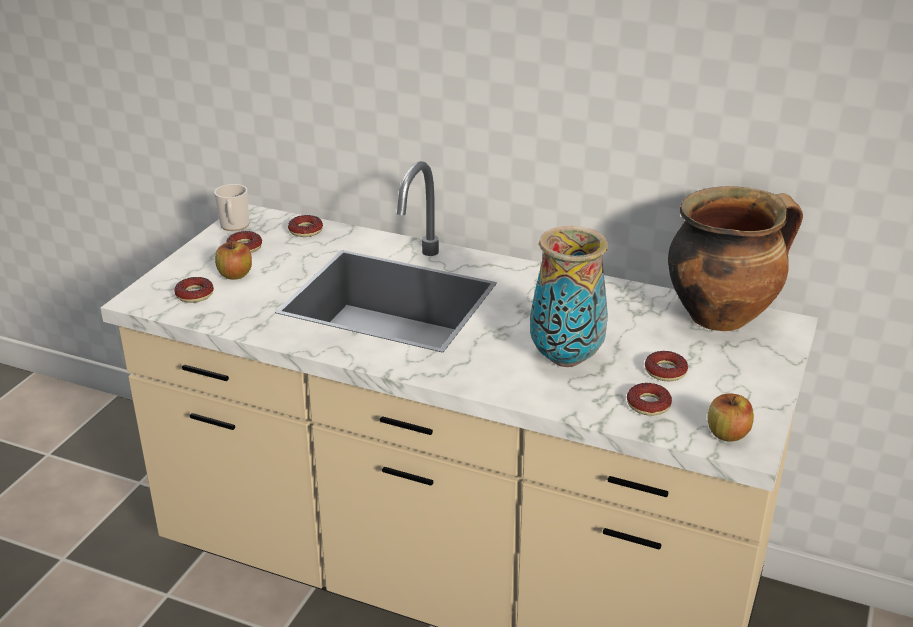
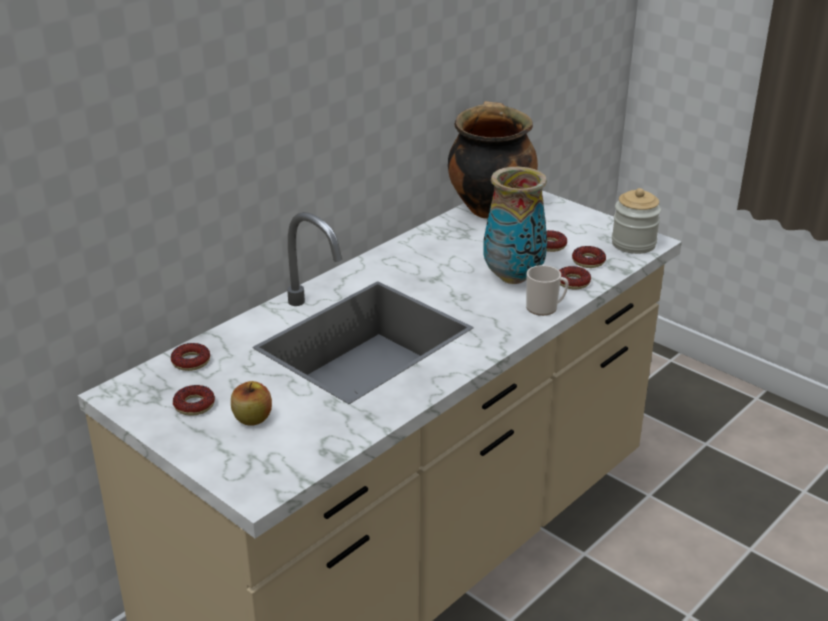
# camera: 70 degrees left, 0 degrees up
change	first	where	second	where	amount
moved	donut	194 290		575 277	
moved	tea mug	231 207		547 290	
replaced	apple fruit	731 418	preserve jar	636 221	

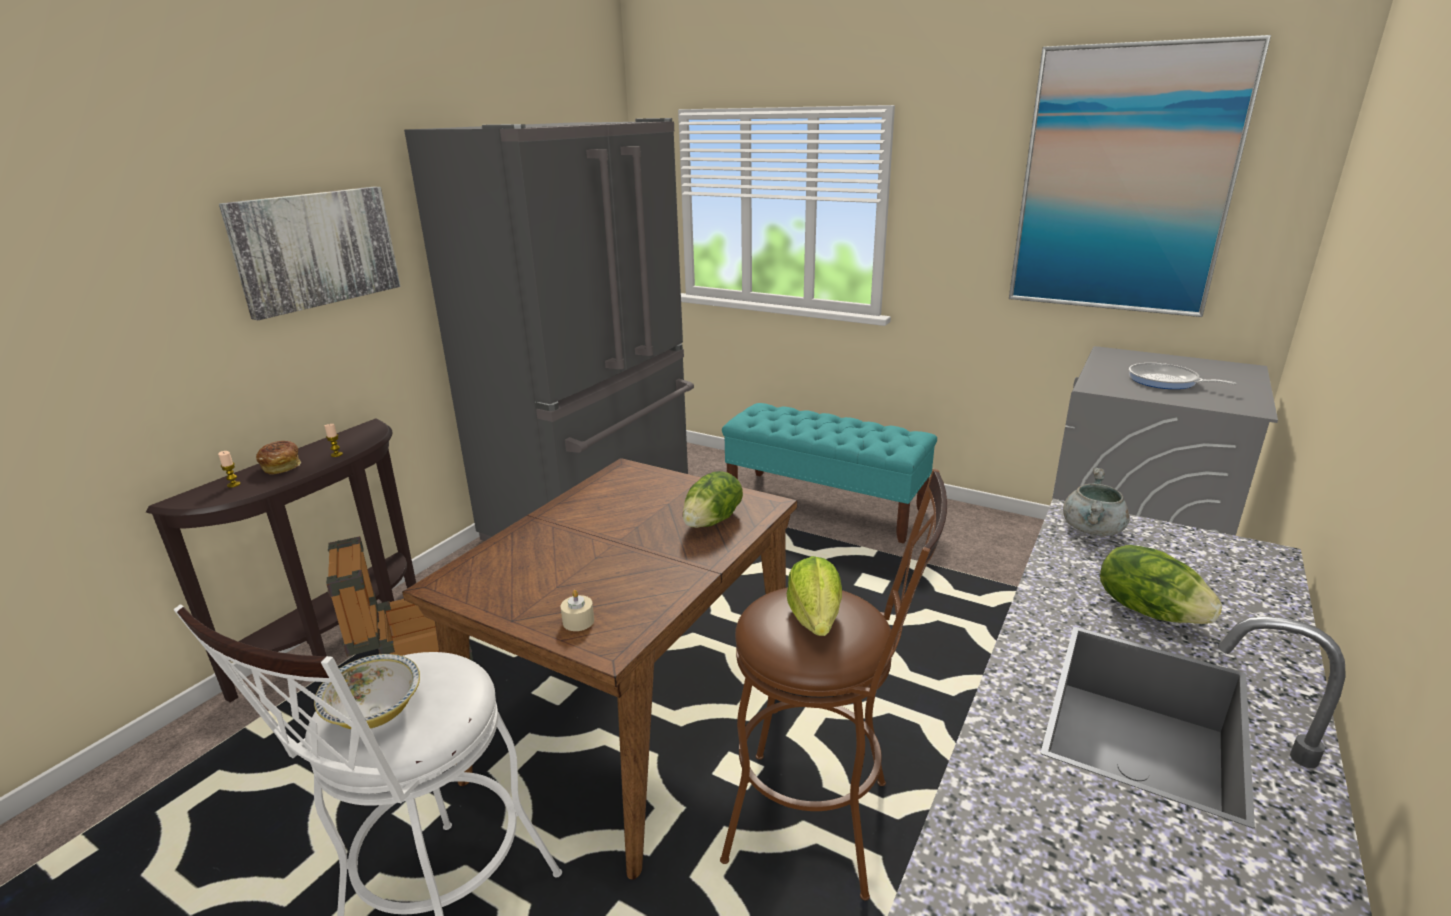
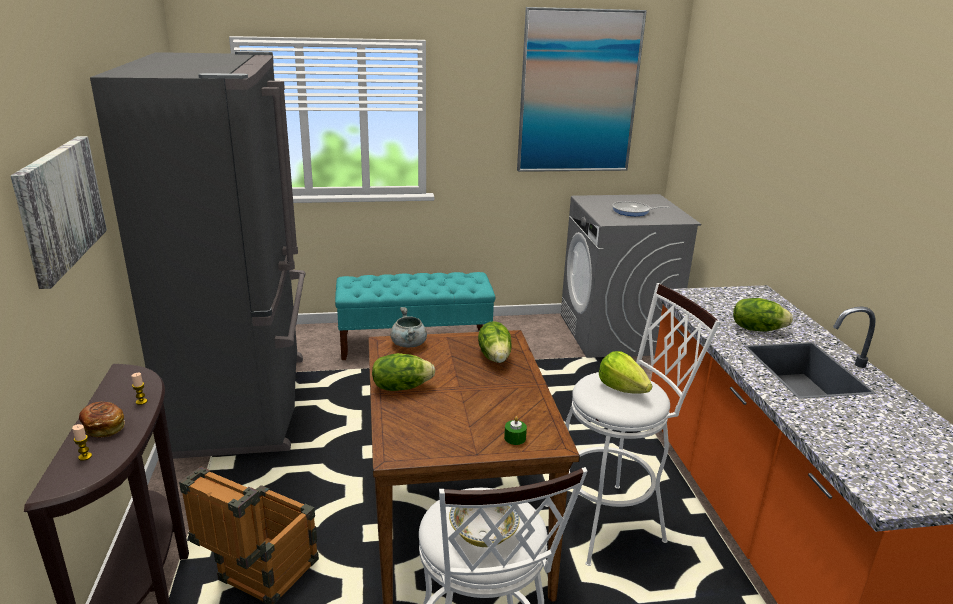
# camera: 40 degrees left, 0 degrees up
change	first	where	second	where	amount
recoloured	candle (beige-coloured)	577 610	candle (greenish)	515 430	
recoloured	stool (brown-coloured)	833 685	stool (whitish)	632 424	
moved	stockpot (gray)	1096 501		408 327	
added			head of lettuce	403 372	

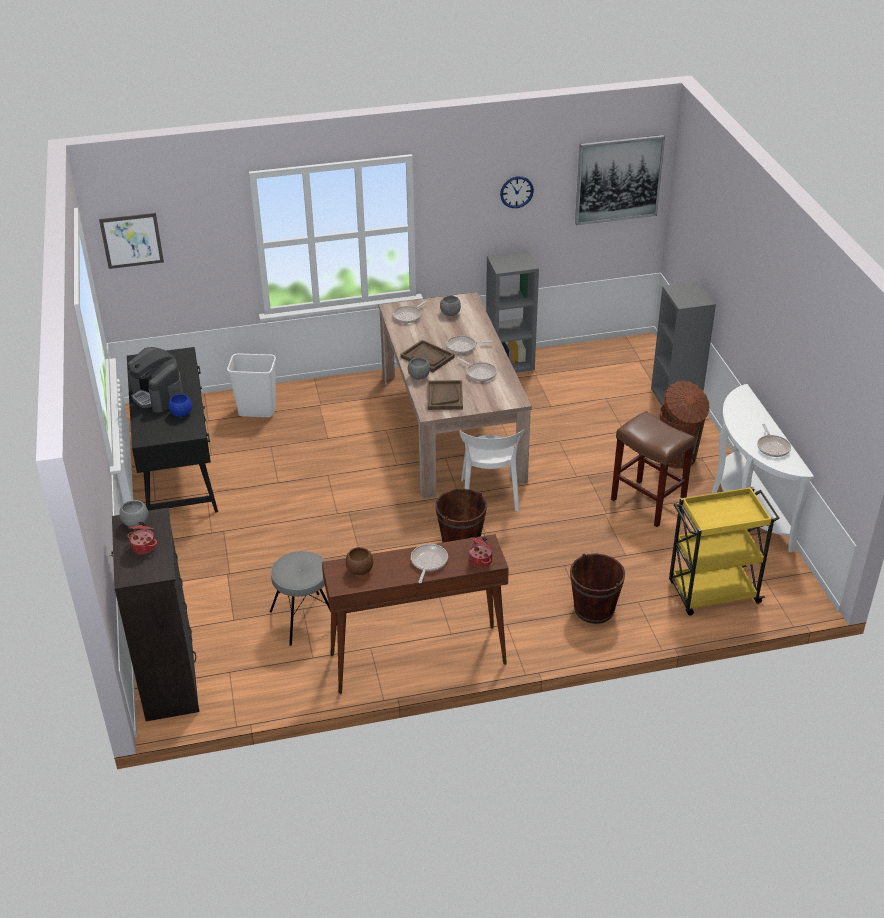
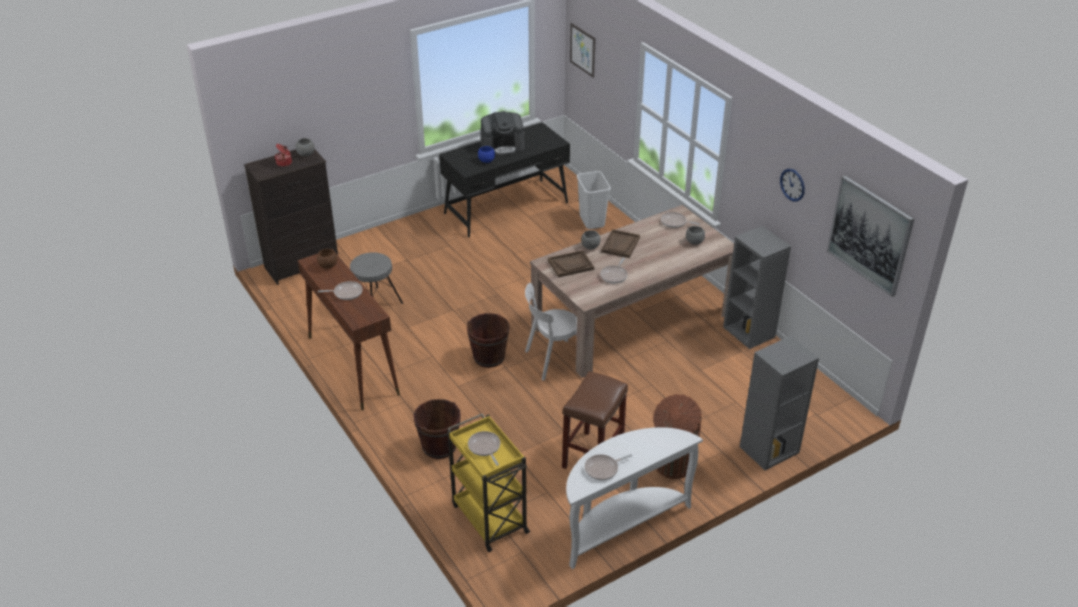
# camera: 70 degrees right, 0 degrees up
change	first	where	second	where	amount
turned	coffee maker	155 380		502 133	135 degrees counterclockwise
moved	frying pan	469 345		484 448	
removed	stockpot	481 552			

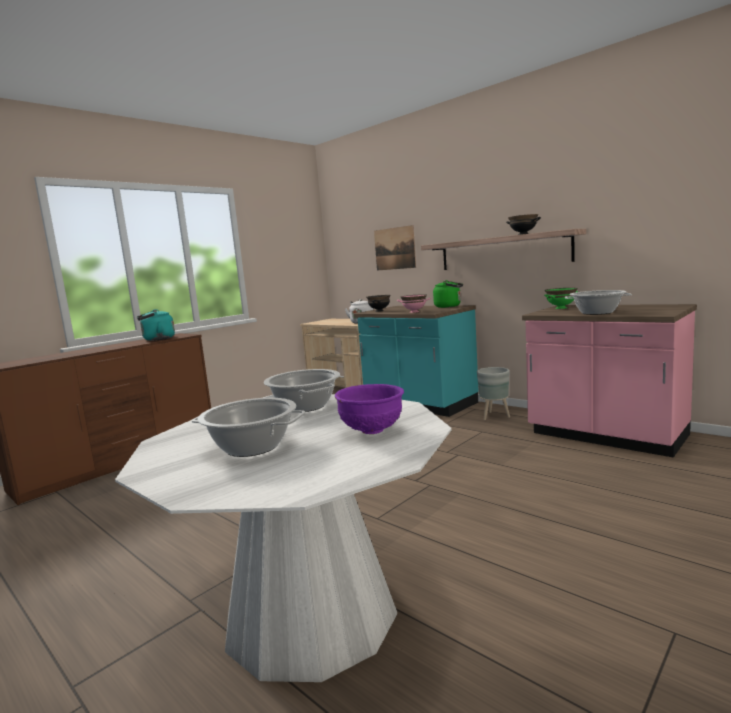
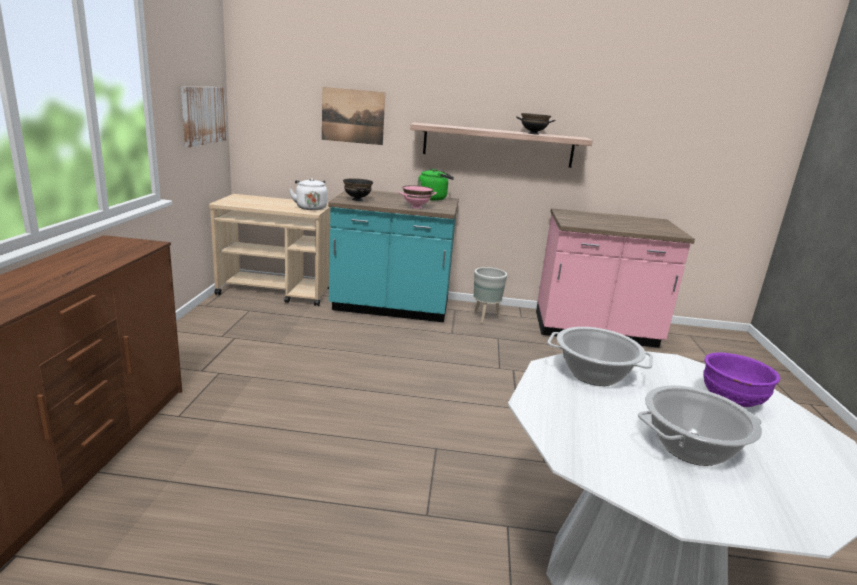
# camera: 40 degrees left, 10 degrees up
change	first	where	second	where	amount
removed	tea kettle (turquoise-coloured)	156 325			
removed	deep dish (greenish)	561 298			
removed	stockpot	598 302			
added			picture	204 117	

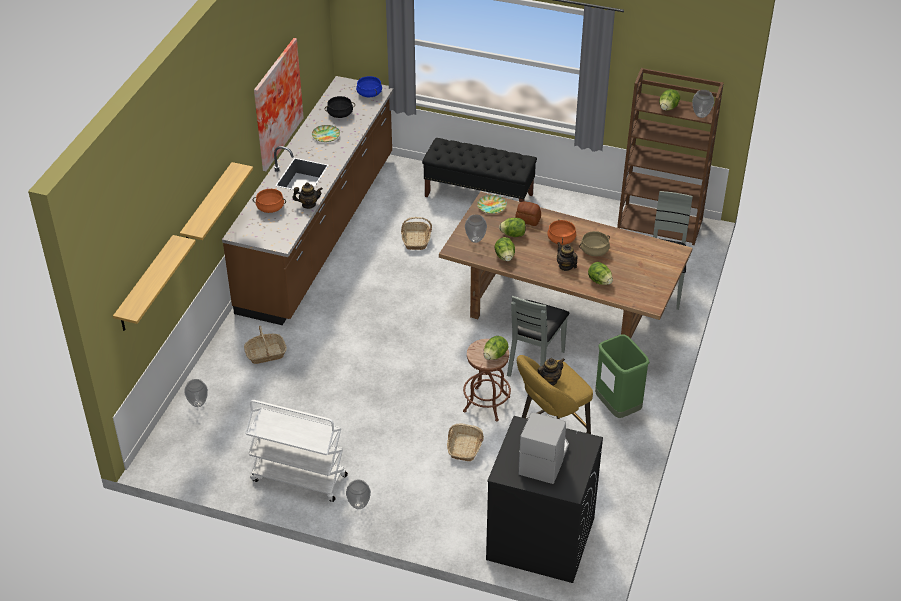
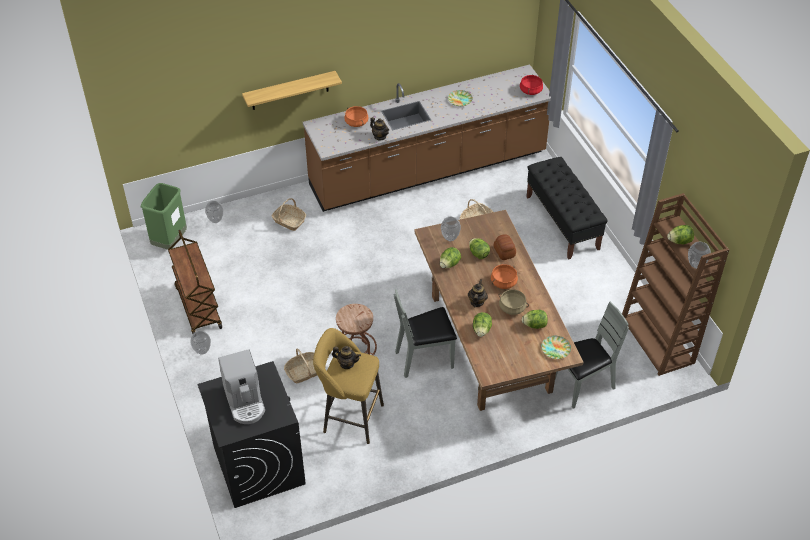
# camera: 50 degrees right, 5 degrees up
change	first	where	second	where	amount
removed	bracket shelf	154 283			
recoloured	cart (whitish)	296 451	cart (brown-coloured)	195 282	
removed	picture	279 104			
removed	stockpot (black)	340 107			
recoloured	stockpot (blue-coloured)	369 86	stockpot (red-coloured)	531 84	
moved	plate	492 204		556 347	
moved	head of lettuce	496 348		535 319	
turned	coffee maker	543 448		241 386	90 degrees clockwise
moved	trash can (greenish)	622 376		164 216	

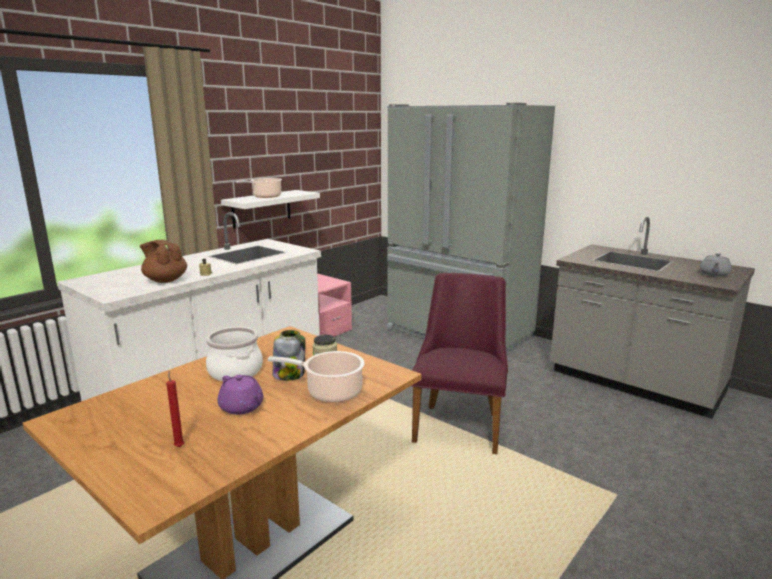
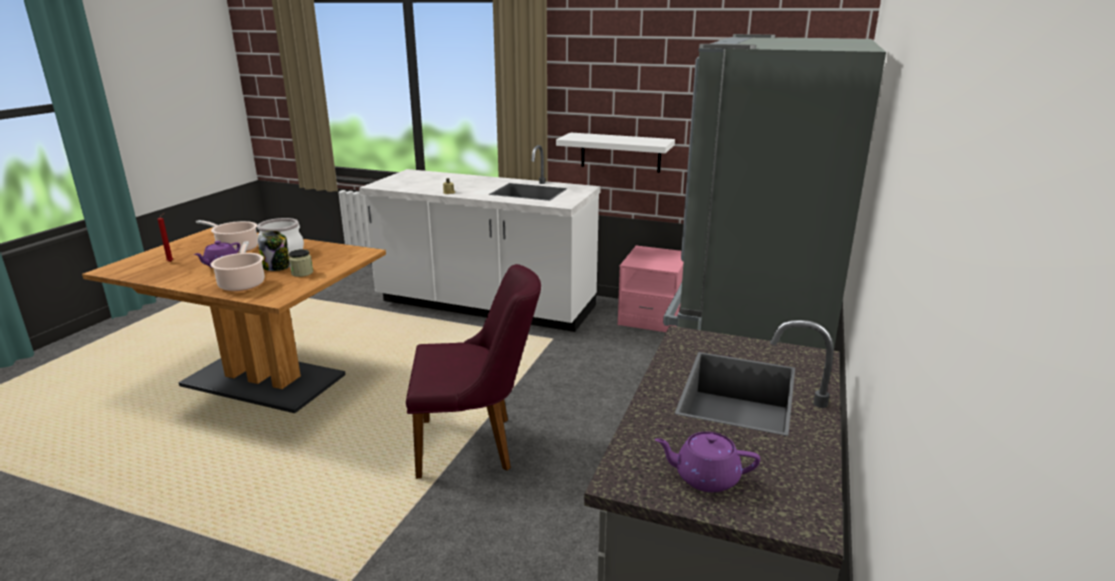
# camera: 70 degrees right, 5 degrees up
change	first	where	second	where	amount
removed	tea pot (brown-coloured)	163 261			
moved	stockpot	259 188		227 236	
recoloured	tea pot (gray)	716 265	tea pot (purple-coloured)	707 462	

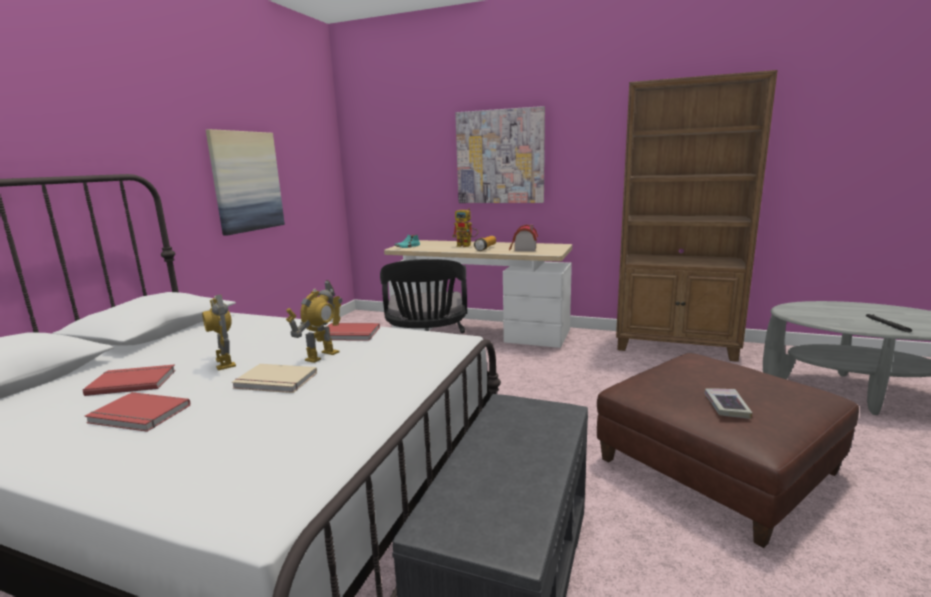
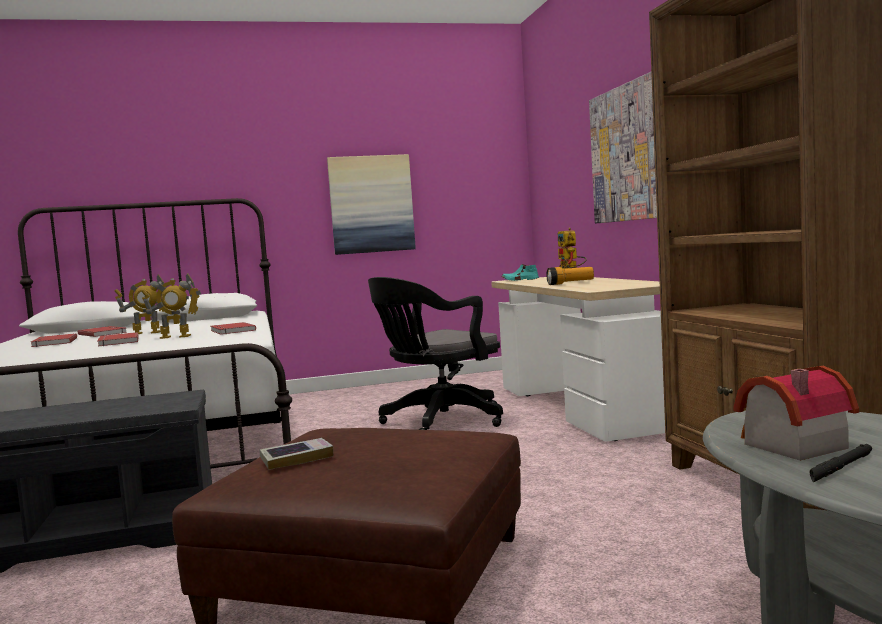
# camera: 55 degrees right, 10 degrees down
change	first	where	second	where	amount
turned	model robot	219 332		141 304	120 degrees counterclockwise
recoloured	book (beige-coloured)	274 378	book (red-coloured)	118 339	
moved	toy house	523 238		796 413	

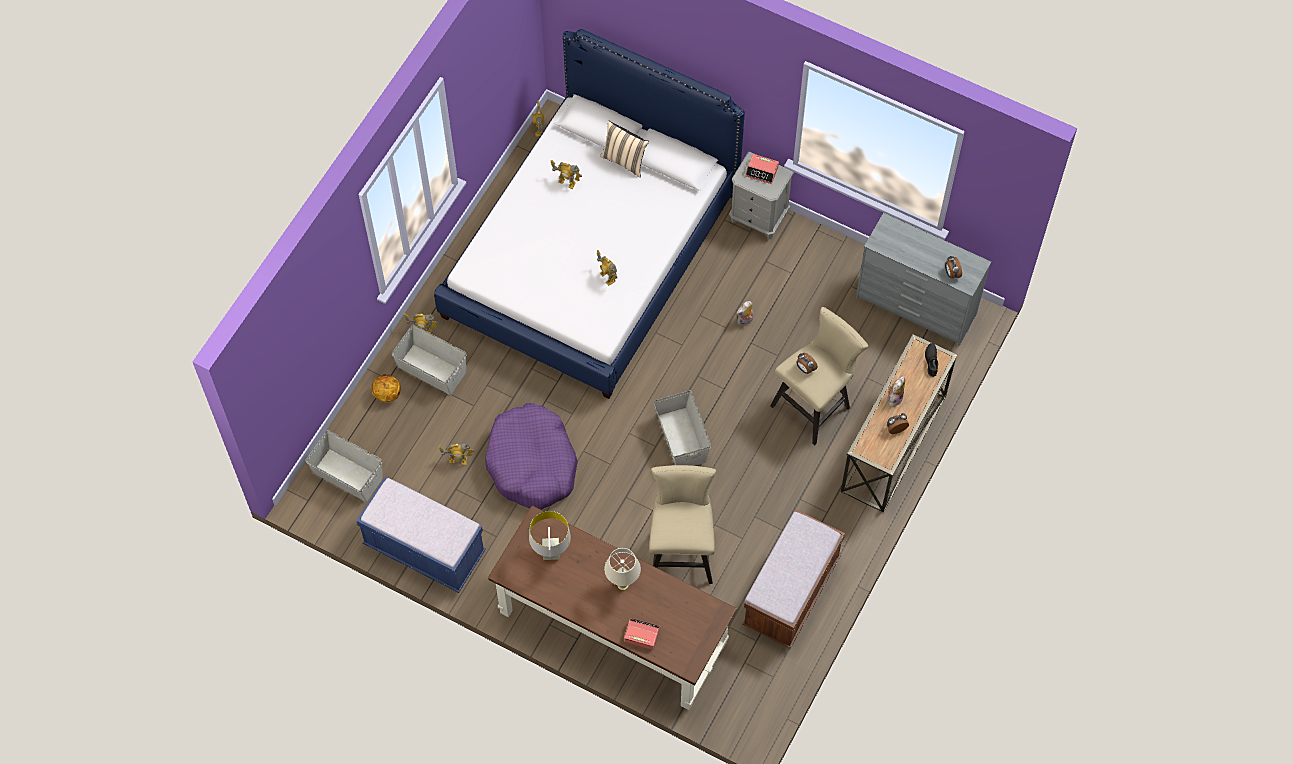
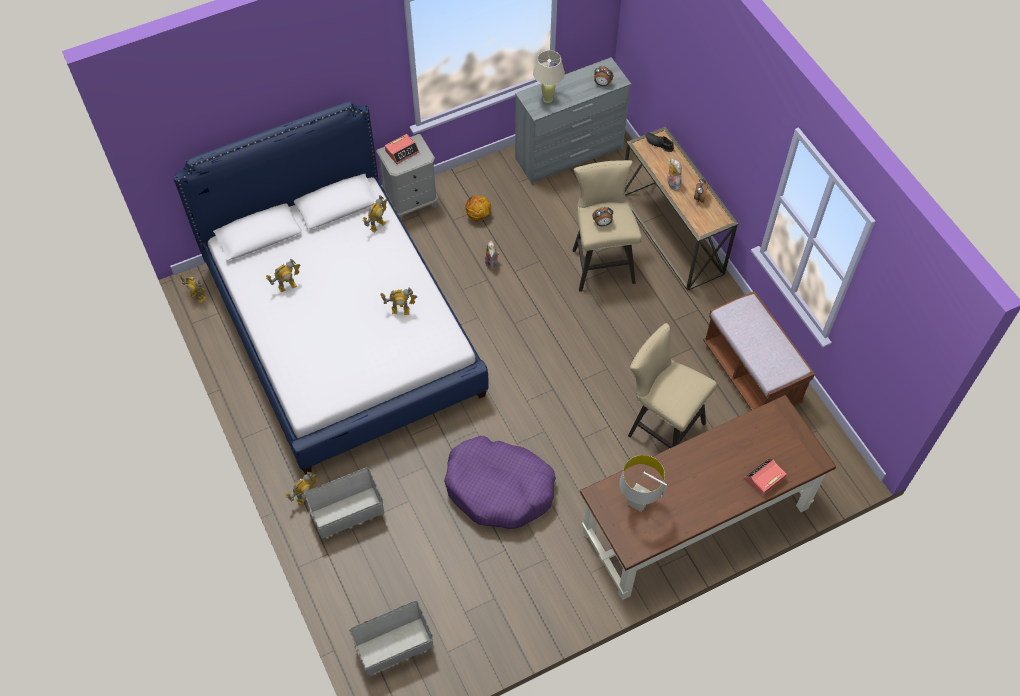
# camera: 55 degrees left, 5 degrees down
change	first	where	second	where	amount
removed	indoor bench (blue-coloured)	421 535			
moved	ball for basketball	386 388		478 208	
moved	model robot	456 454		375 213	
removed	pillow (beige-coloured)	624 149			
moved	lamp for a table (beige-coloured)	622 569		549 76	
removed	storage bin (gray)	682 428			

